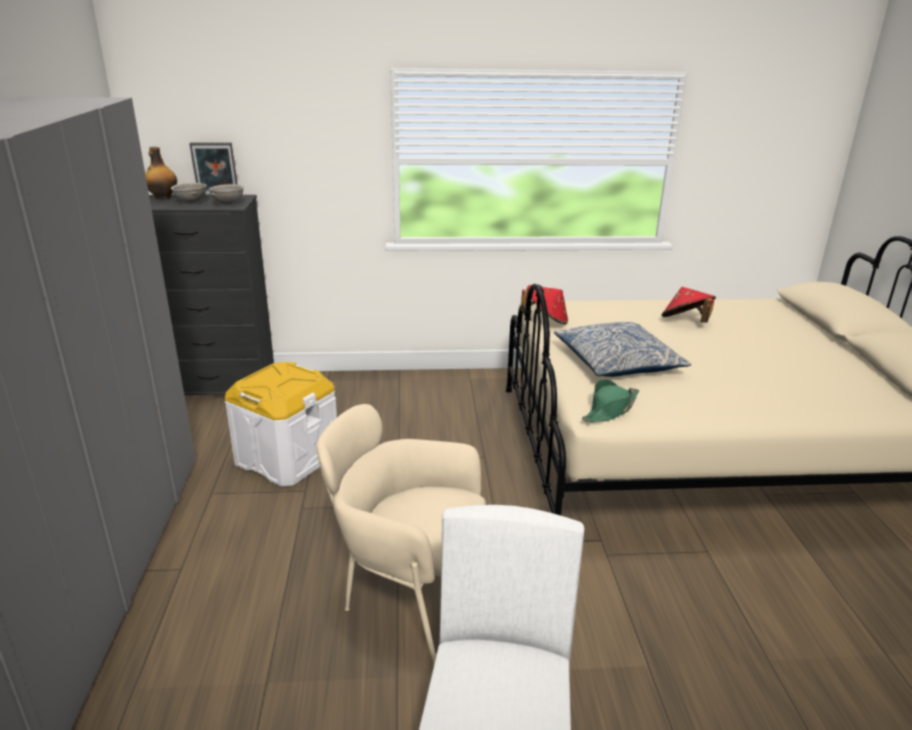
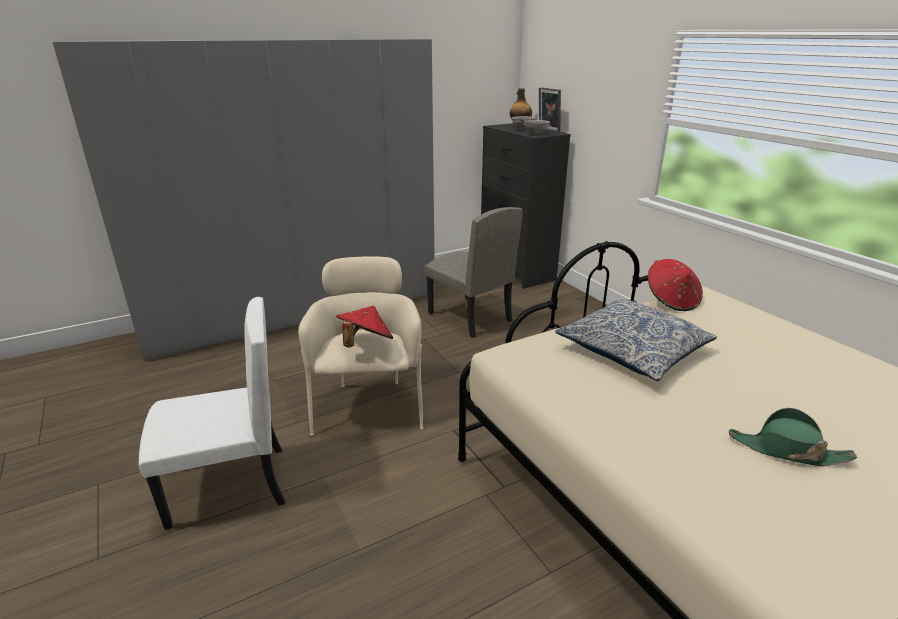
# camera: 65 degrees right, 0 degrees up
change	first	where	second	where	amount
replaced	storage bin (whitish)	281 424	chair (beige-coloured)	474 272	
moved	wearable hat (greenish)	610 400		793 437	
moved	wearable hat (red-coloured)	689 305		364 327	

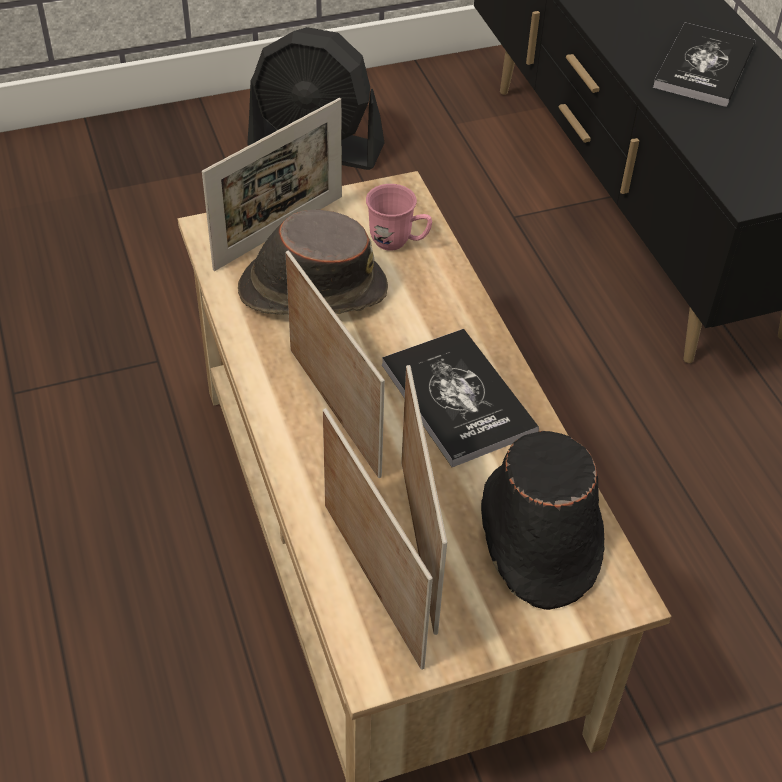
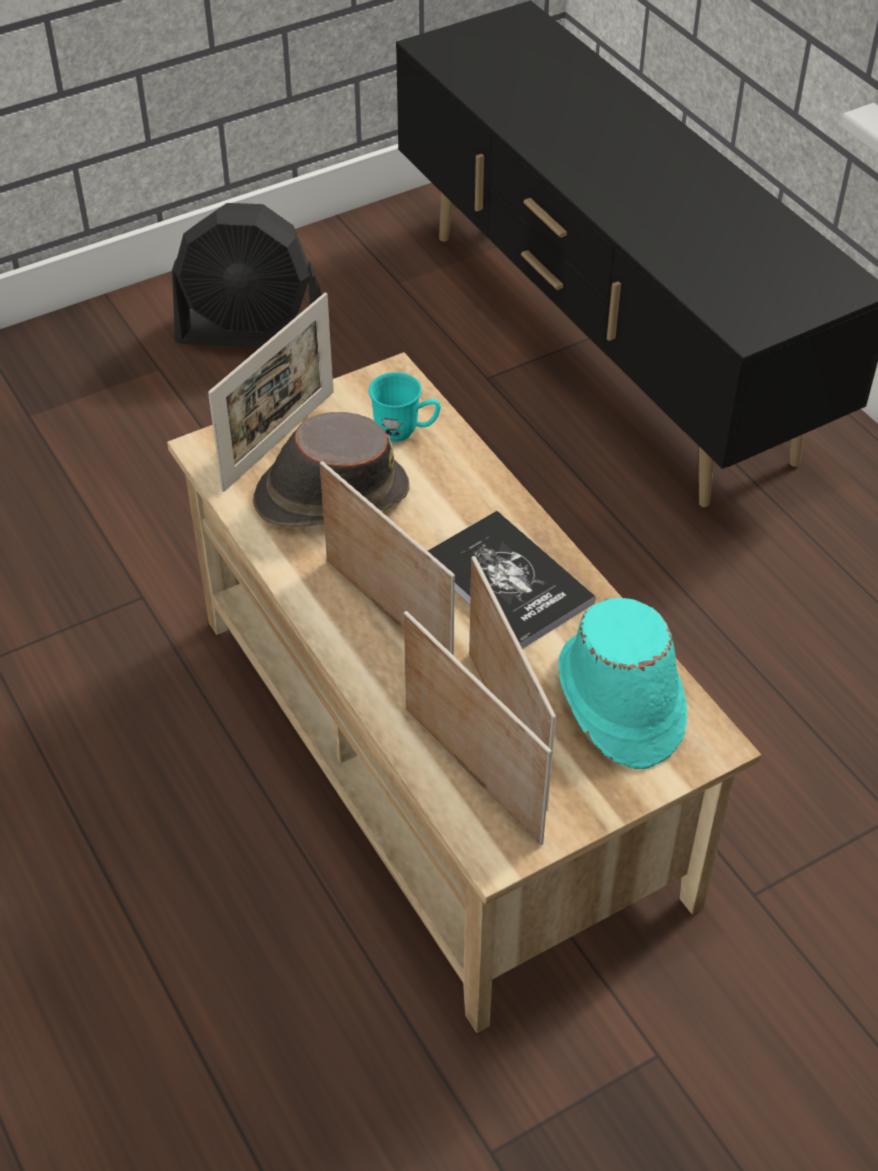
# camera: 10 degrees left, 0 degrees up
change	first	where	second	where	amount
recoloured	tea mug (pink)	399 217	tea mug (turquoise-coloured)	405 407	
recoloured	wearable hat (black)	542 520	wearable hat (turquoise-coloured)	622 683	
removed	book	704 65			

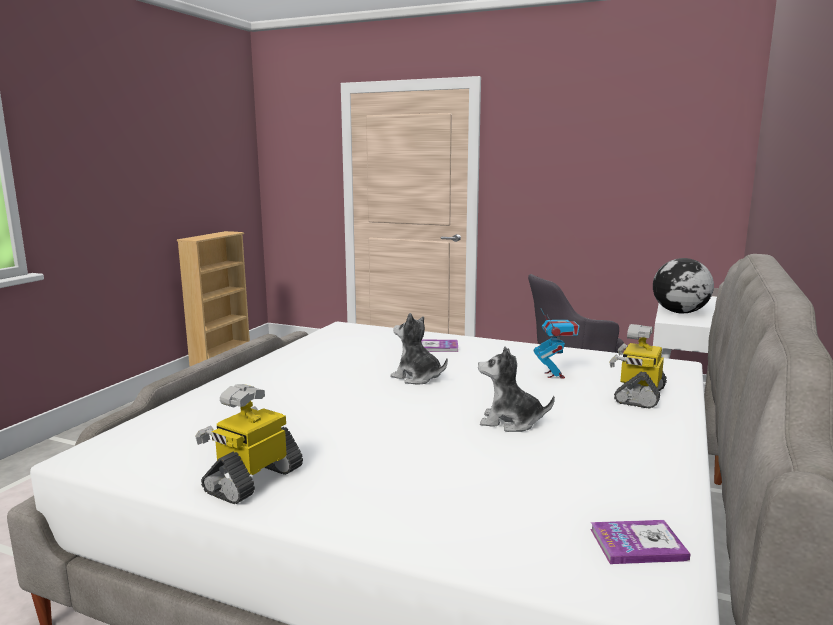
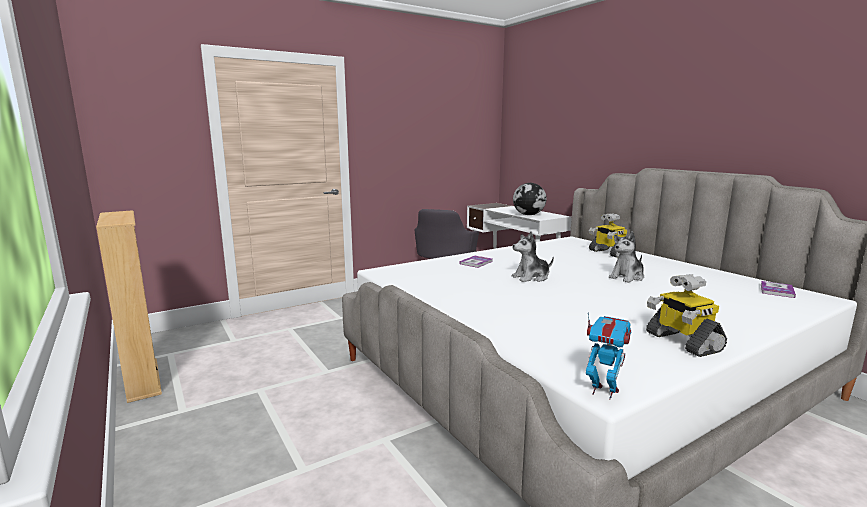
# camera: 55 degrees left, 0 degrees up
change	first	where	second	where	amount
moved	model robot	556 343		609 355	

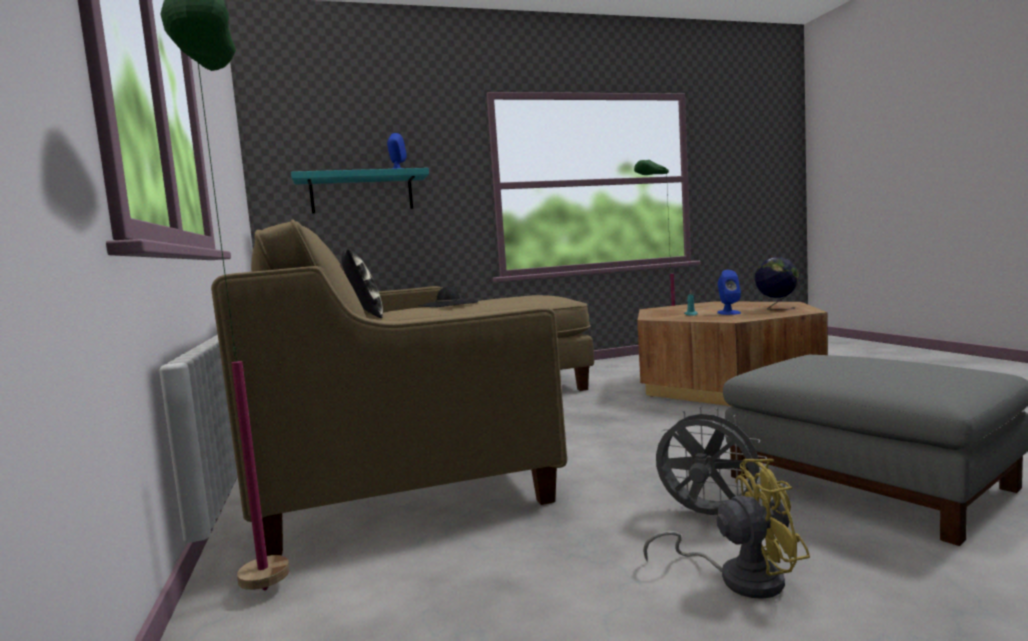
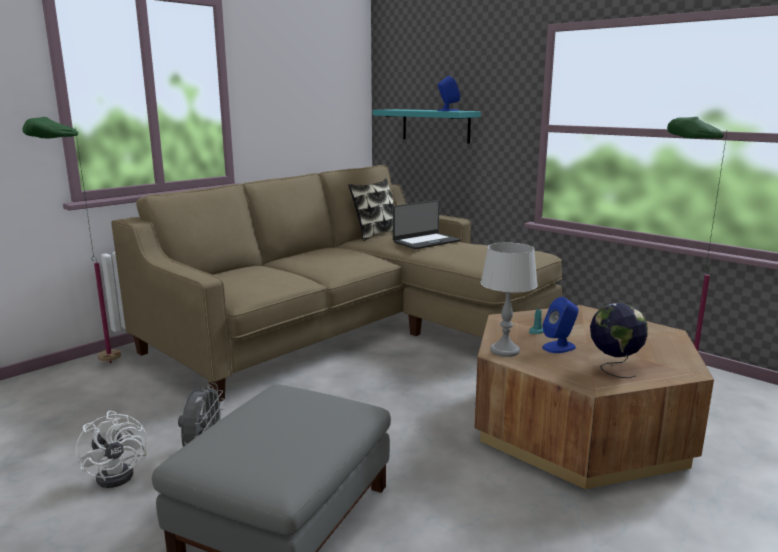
# camera: 60 degrees right, 10 degrees up
change	first	where	second	where	amount
replaced	wearable hat (black)	448 297	notebook computer	427 224	
recoloured	fan (yellowish)	726 529	fan (whitish)	111 449	
added			lamp for a table (gray)	509 299	

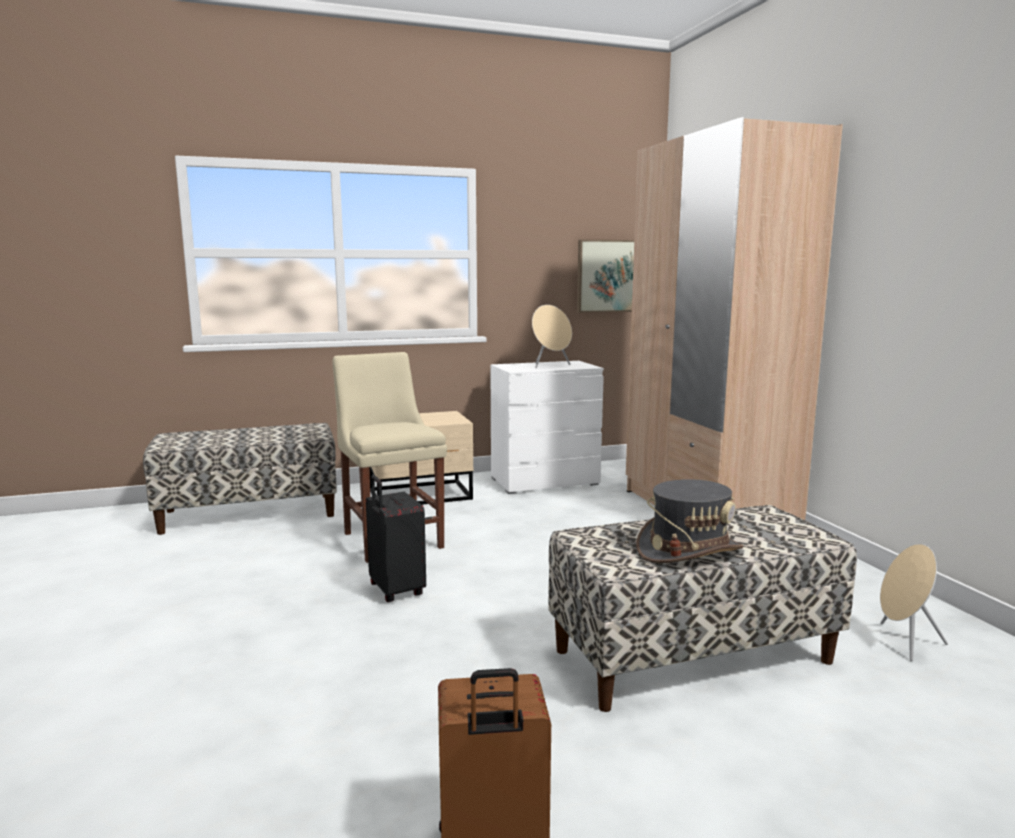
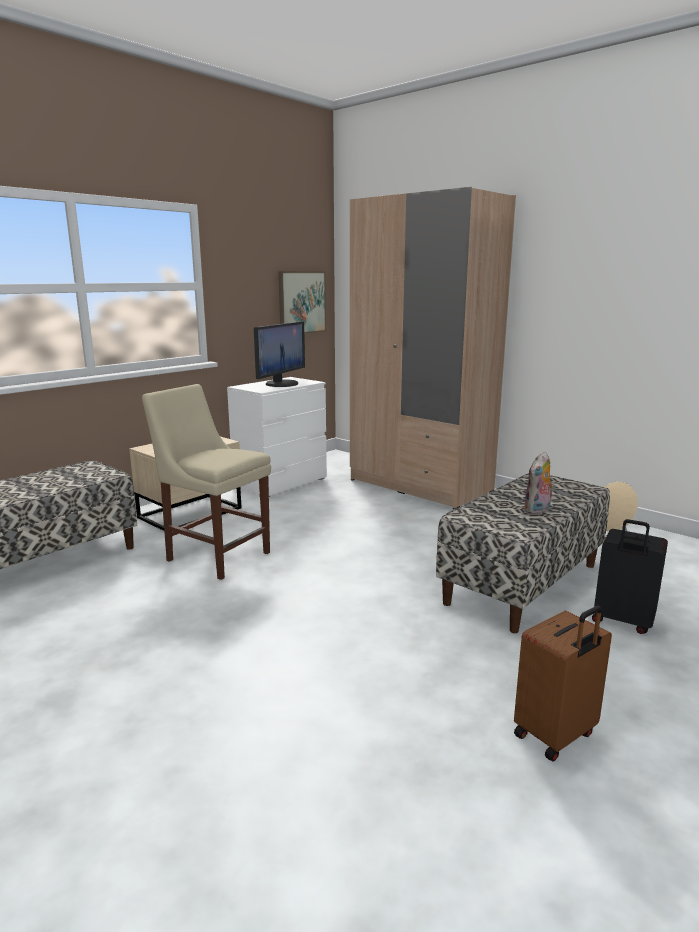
# camera: 30 degrees left, 5 degrees up
change	first	where	second	where	amount
moved	travel case (black)	396 538		630 576	
replaced	loudspeaker (beige-coloured)	552 336	computer display	279 354	
replaced	wearable hat (gray)	689 521	plush toy	539 483	

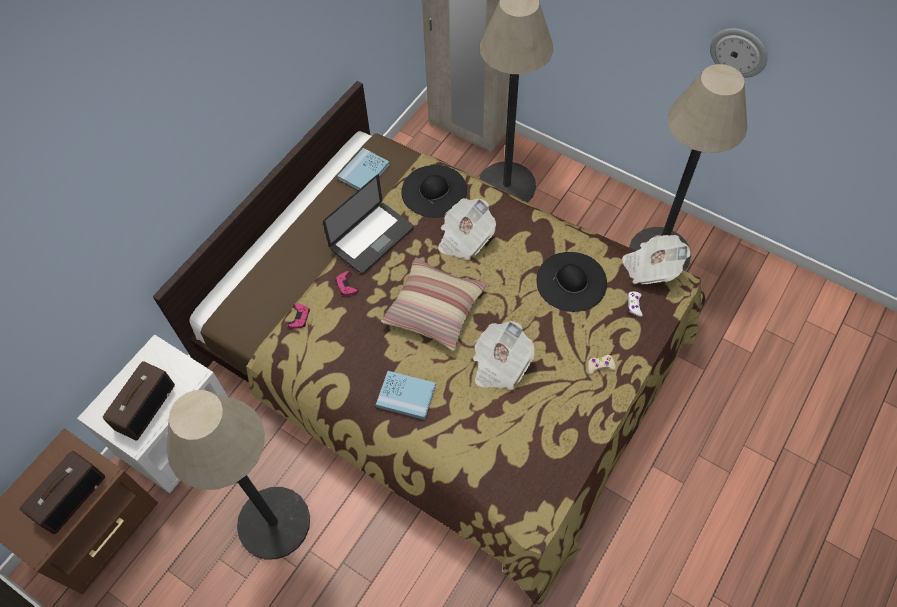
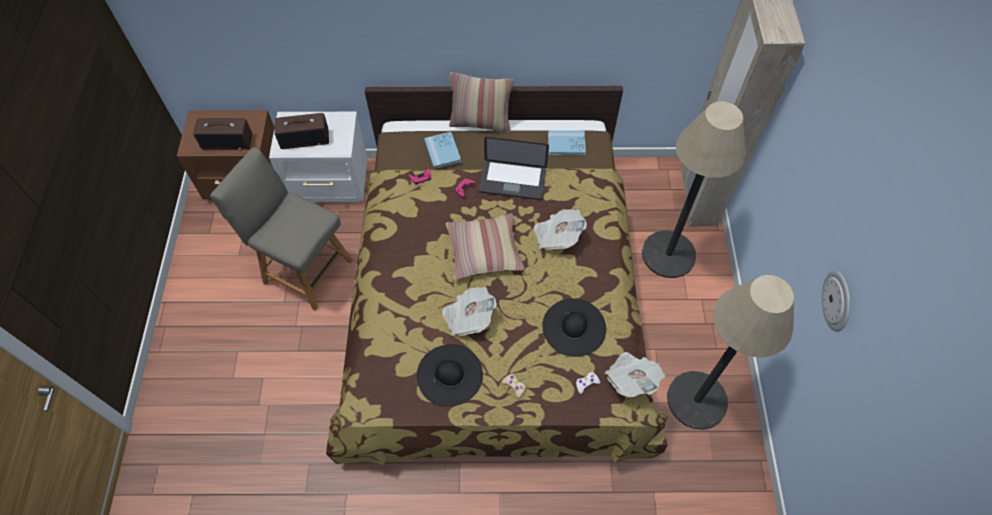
# camera: 55 degrees right, 0 degrees up
change	first	where	second	where	amount
replaced	standard lamp	238 475	chair (gray)	281 229	
moved	book (blue-coloured)	406 395		442 150	
moved	wearable hat (black)	434 191		450 375	
added			pillow	481 103	

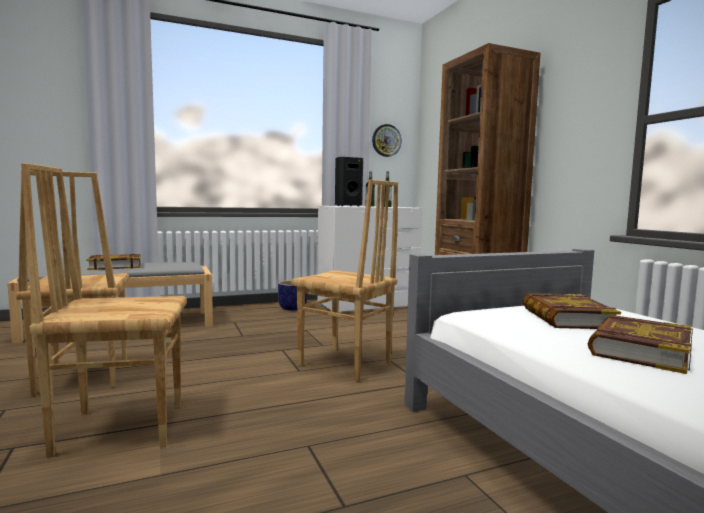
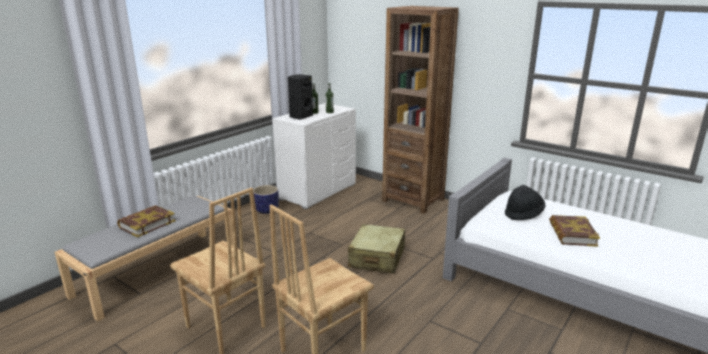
# camera: 30 degrees left, 15 degrees up
change	first	where	second	where	amount
replaced	chair (brown-coloured)	344 280	travel case (beige-coloured)	376 249	
removed	wall clock	387 140			
replaced	book	571 311	wearable hat (black)	525 202	

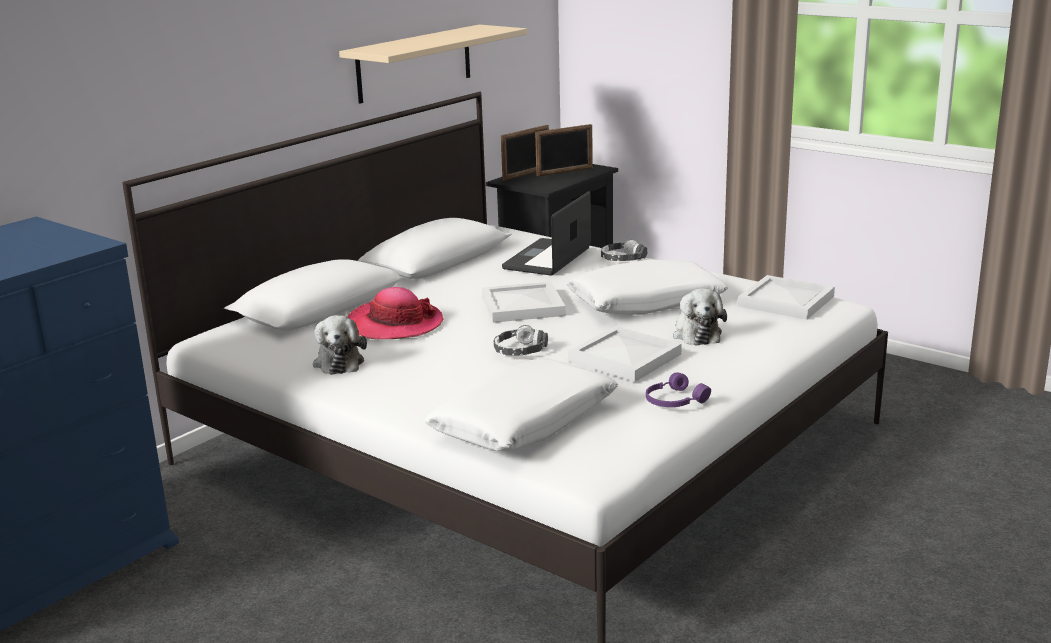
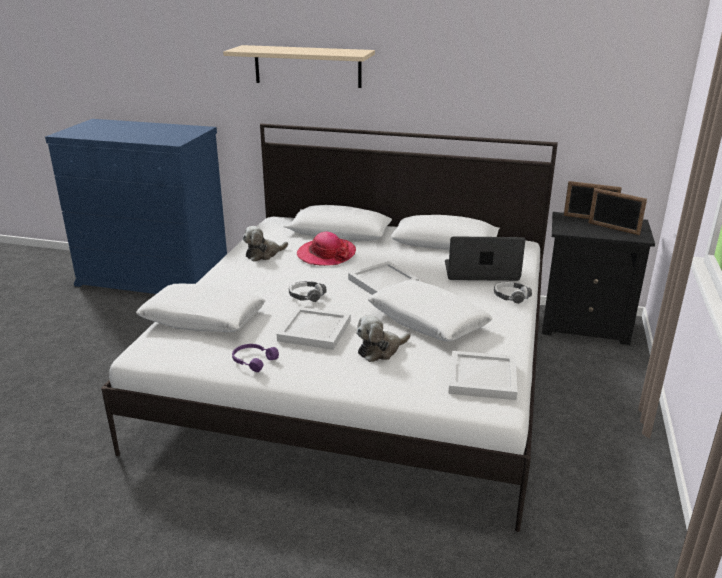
# camera: 65 degrees right, 5 degrees up
change	first	where	second	where	amount
moved	bracket shelf (beige-coloured)	433 64		299 66	

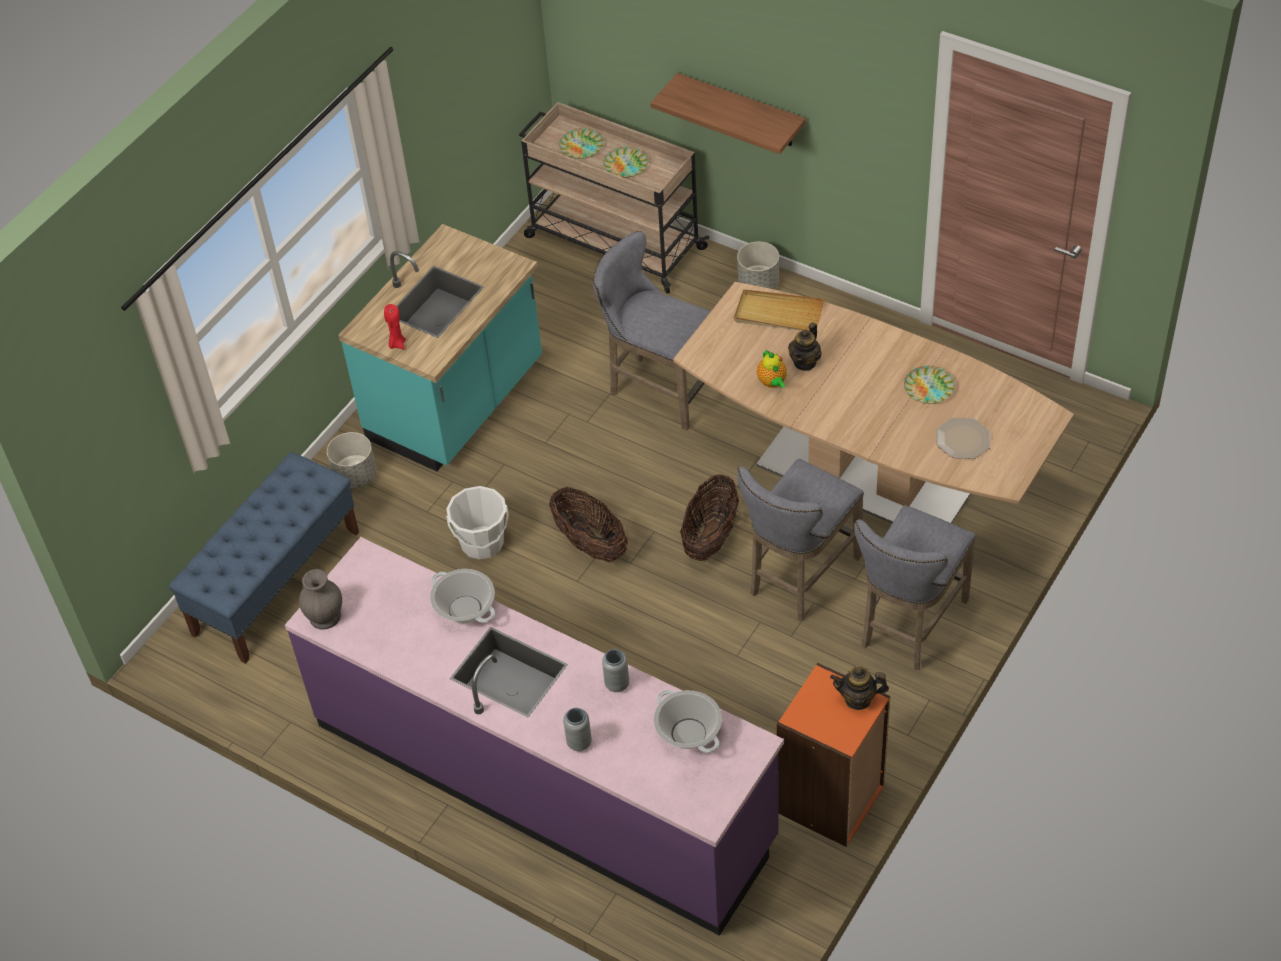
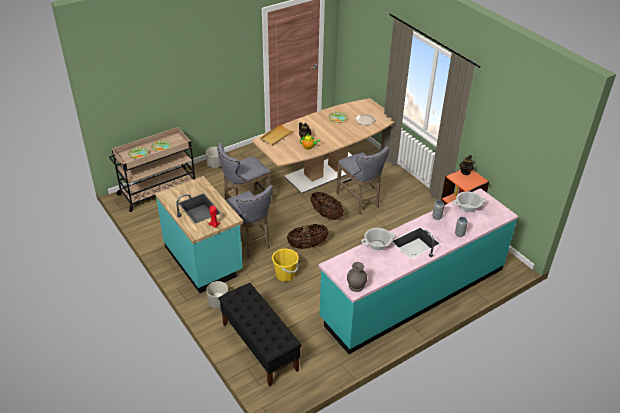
# camera: 70 degrees left, 10 degrees down
change	first	where	second	where	amount
recoloured	indoor bench (blue-coloured)	264 558	indoor bench (black)	260 335	
recoloured	kitchen base unit (purple-coloured)	534 736	kitchen base unit (turquoise-coloured)	418 271	
recoloured	water bucket (whitish)	477 522	water bucket (yellowish)	285 265	
removed	bracket shelf	728 113			
moved	stool (gray)	915 587		249 221	

